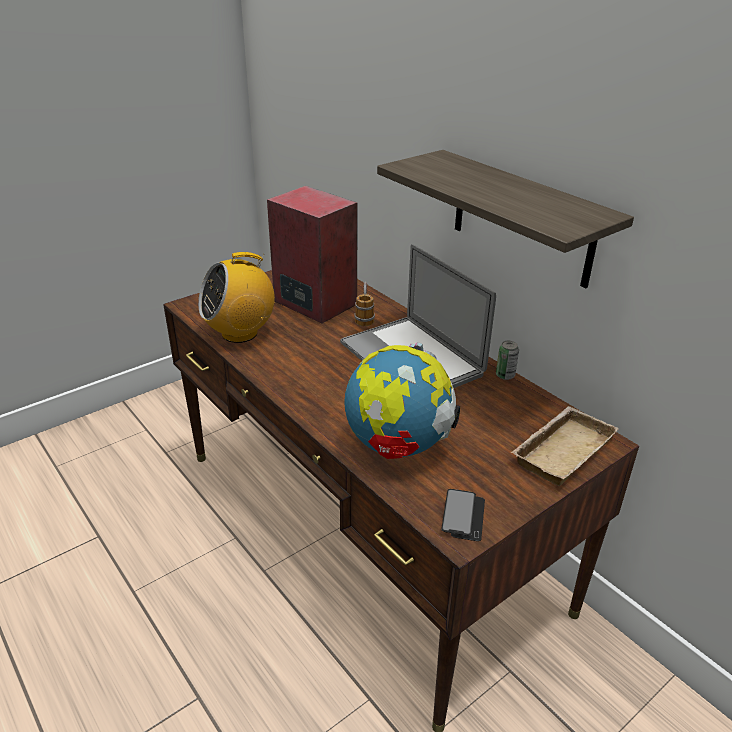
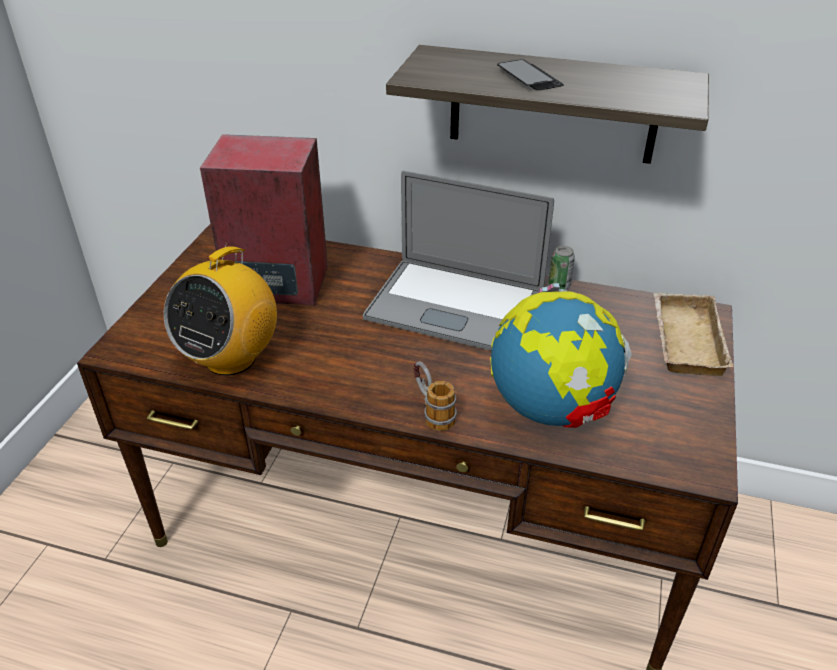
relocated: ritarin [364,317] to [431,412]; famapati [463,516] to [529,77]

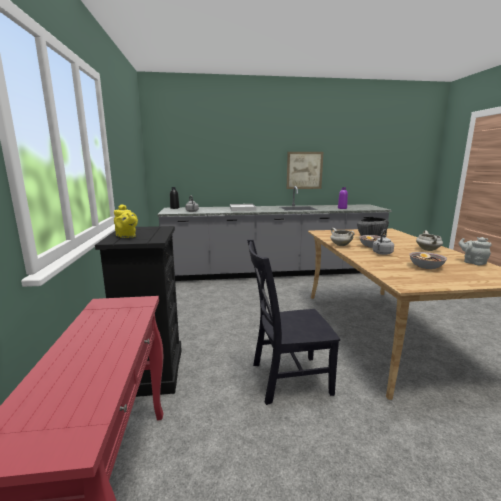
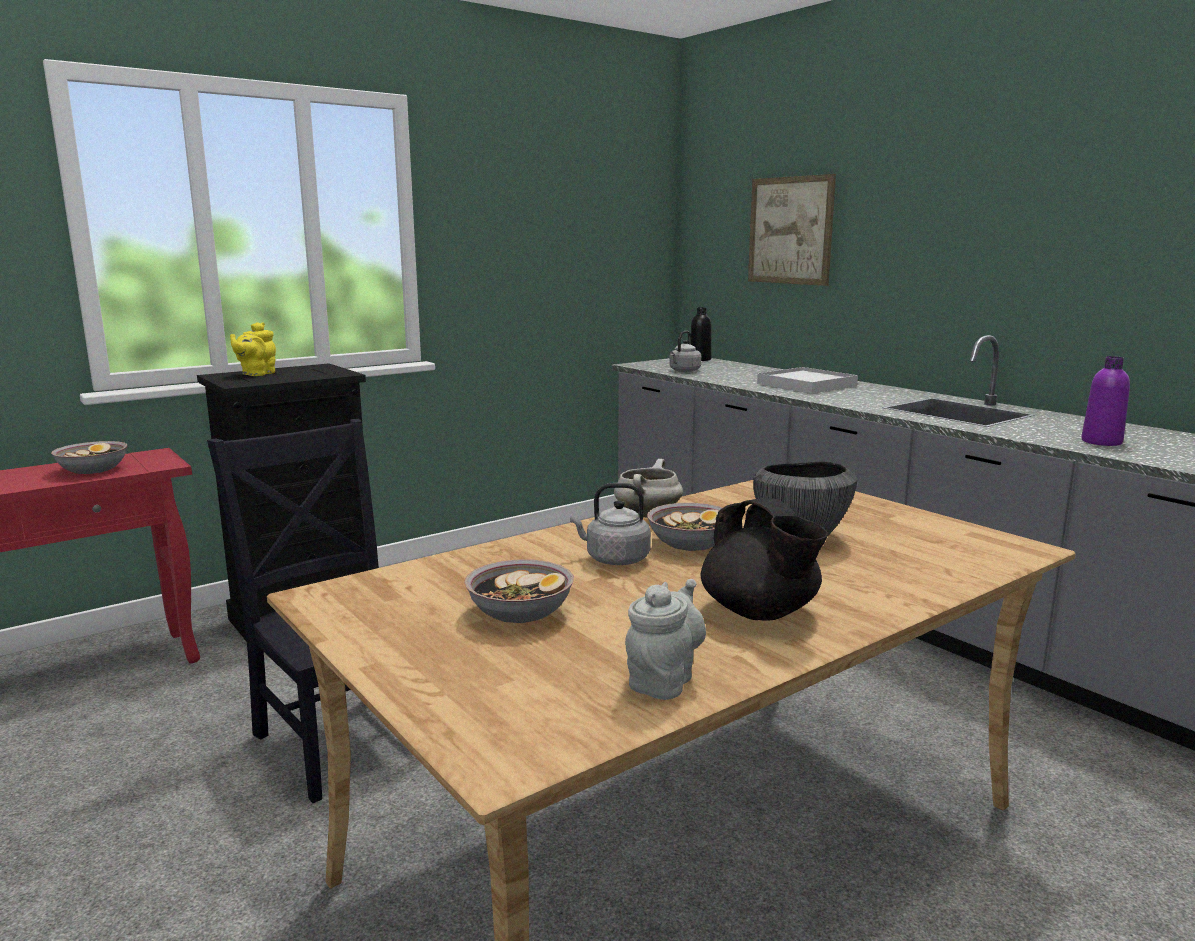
appeared: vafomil [93,470]
relocated: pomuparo [304,170] to [790,230]
exchanged: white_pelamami [428,250] to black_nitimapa [760,613]

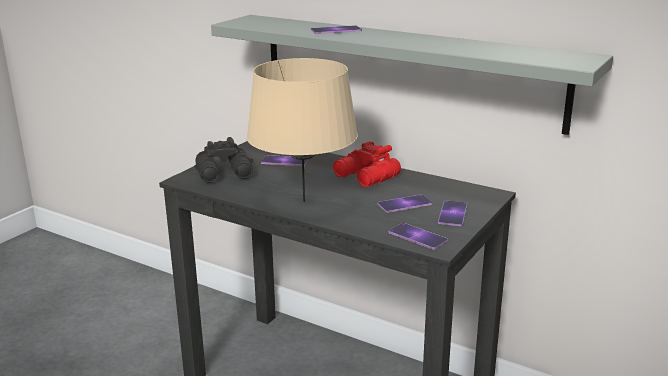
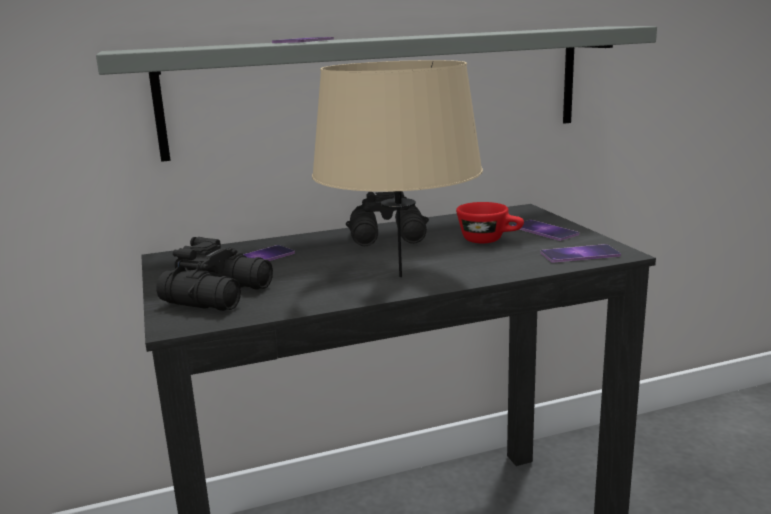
exchanged: famapati [405,204] to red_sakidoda [490,240]
colour: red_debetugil [366,177] to black_debetugil [389,237]

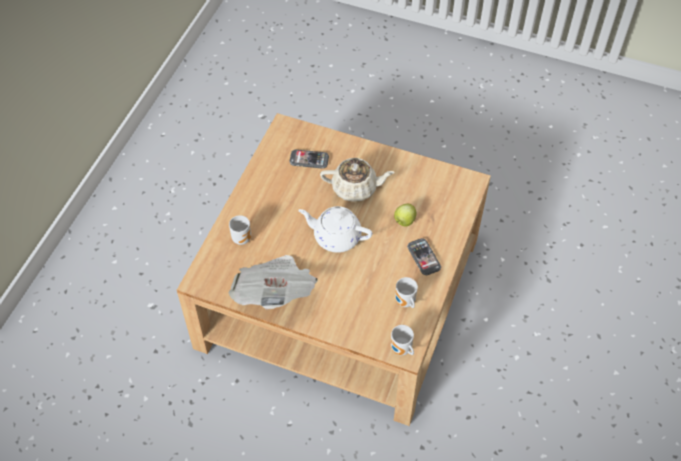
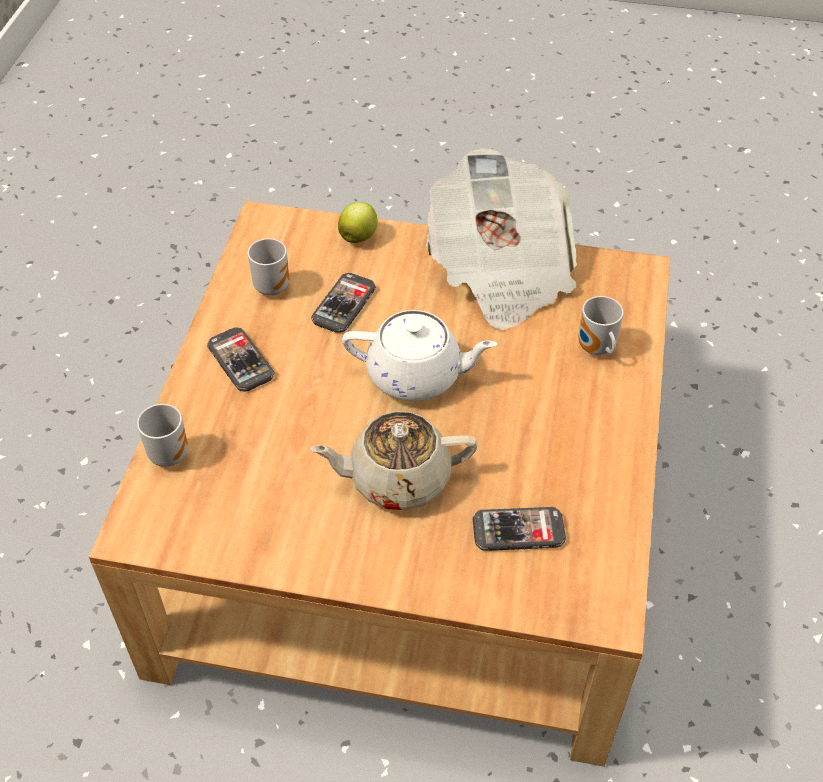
appeared: famapati [344,304]
relocated: ritarin [401,350] to [168,453]; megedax [404,221] to [358,236]

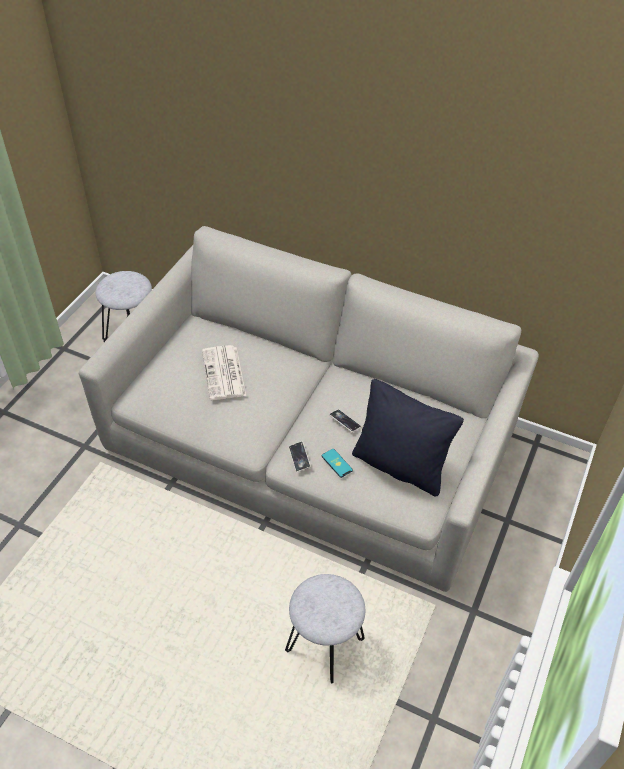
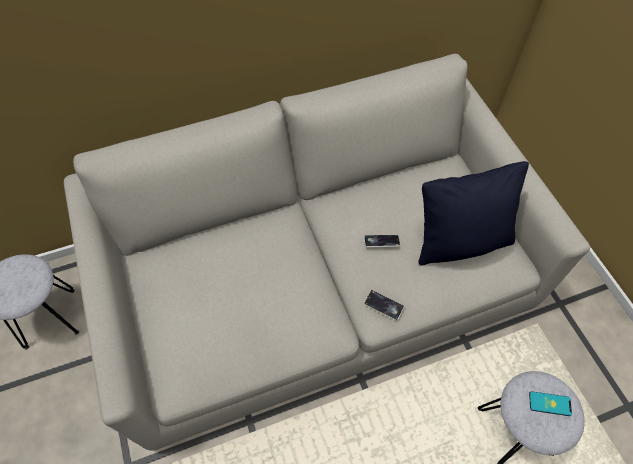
missing: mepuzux [224,374]
relocated: famapati [336,463] to [550,403]

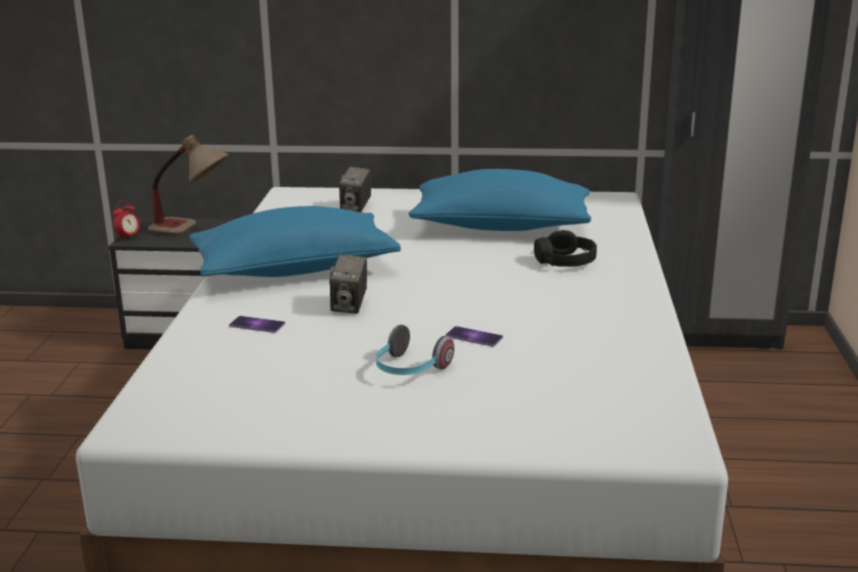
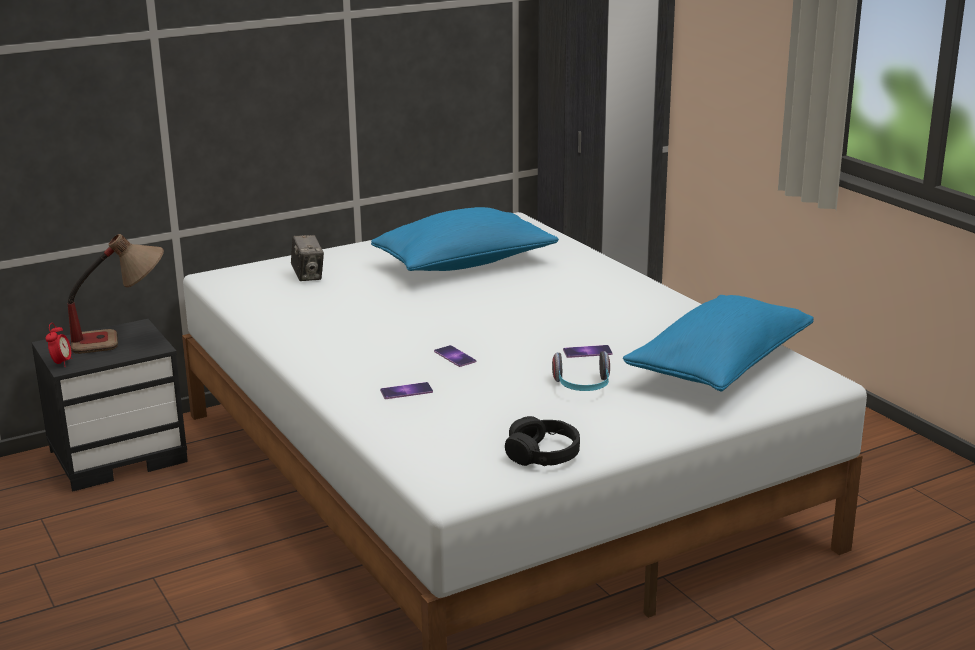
relocated: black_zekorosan [565,261] to [543,454]; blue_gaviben [295,269] to [719,367]
exchanged: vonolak [349,306] to famapati [455,356]

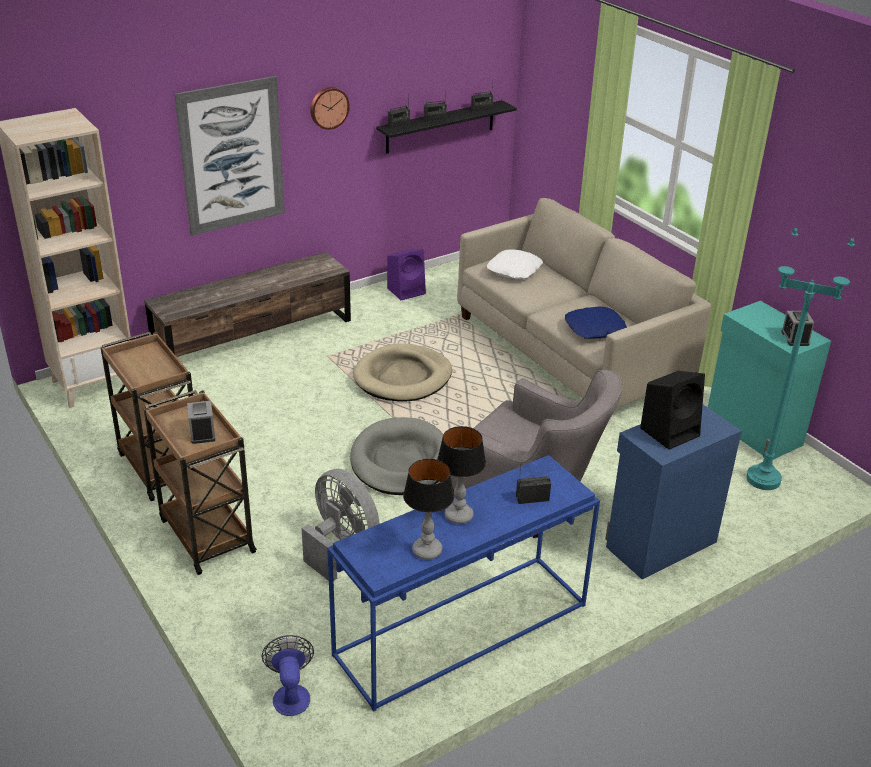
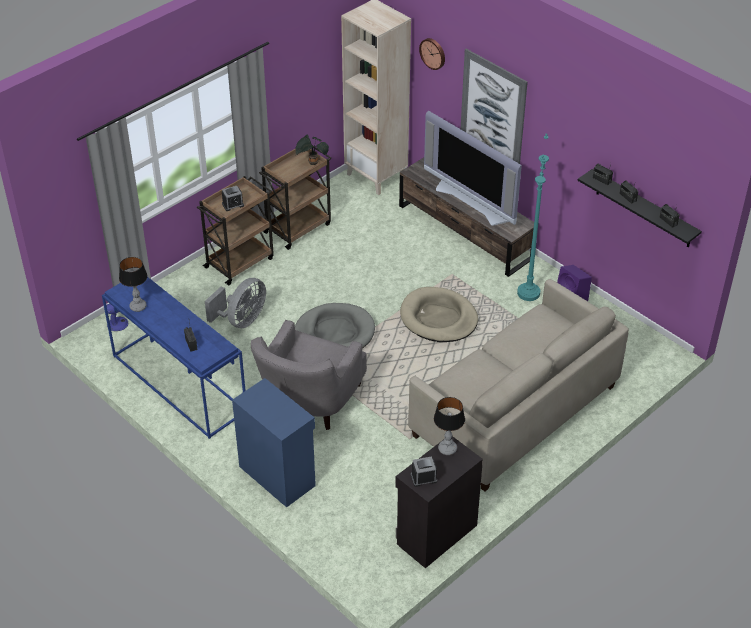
missing: white_gaviben [514,270]; blue_gaviben [595,329]; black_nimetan [670,431]
appeared: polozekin [312,163]; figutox [473,201]
relocated: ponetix [328,107] to [433,53]; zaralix [458,516] to [447,449]; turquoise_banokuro [763,479] to [528,293]
colour: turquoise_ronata [753,431] to black_ronata [435,534]

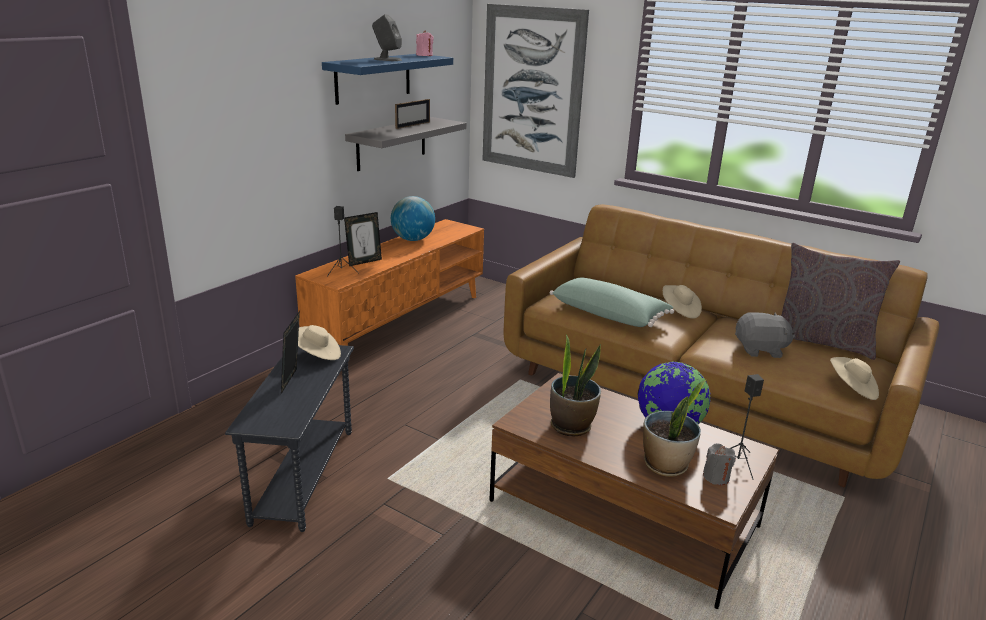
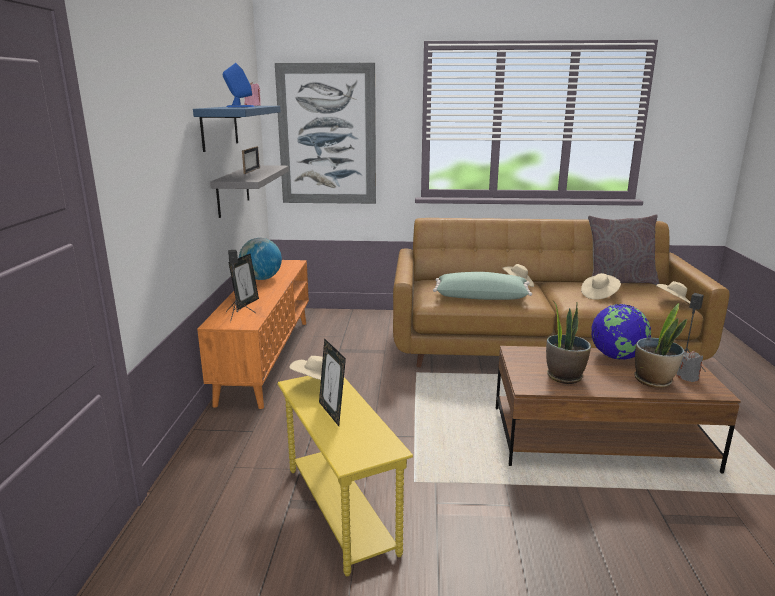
exchanged: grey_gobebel [760,350] to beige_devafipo [599,295]
colour: grey_nimetan [387,59] to blue_nimetan [239,106]; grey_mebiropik [305,475] to yellow_mebiropik [341,509]

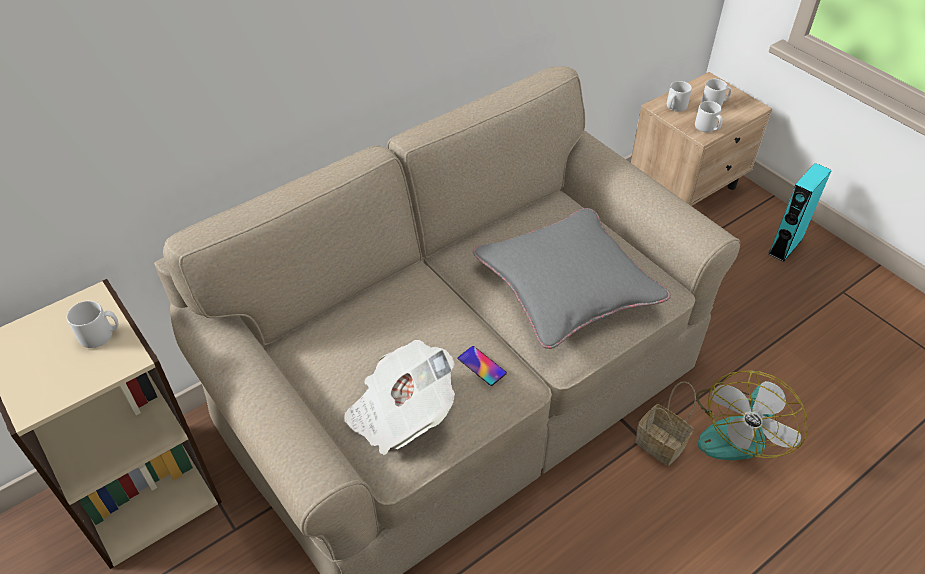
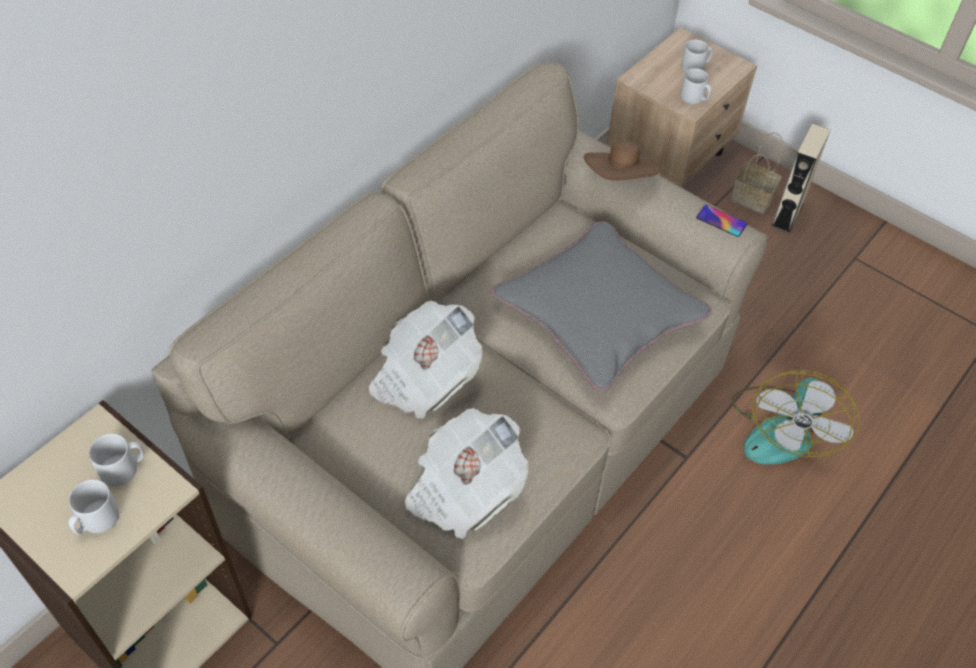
appeared: mepuzux [424,377]; brown_devafipo [620,180]
relocated: grey_ritarin [675,107] to [96,521]; famapati [481,366] to [721,221]; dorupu [661,444] to [753,198]
colour: turquoise_nimetan [785,246] to beige_nimetan [787,214]

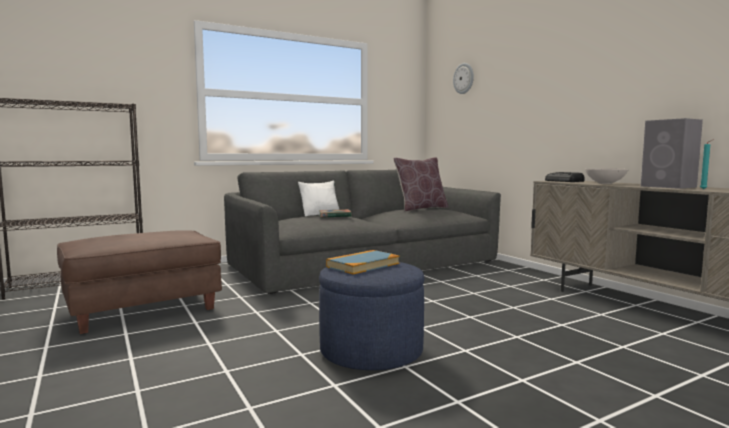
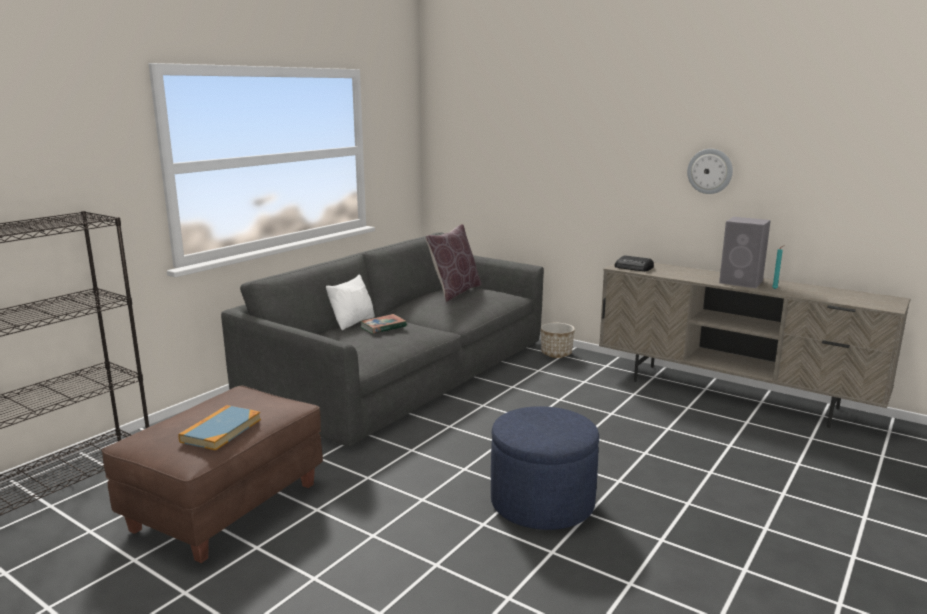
missing: white_vafomil [605,183]
appeared: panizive [556,354]
relocated: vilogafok [363,265] to [221,430]; ponetix [464,78] to [710,171]

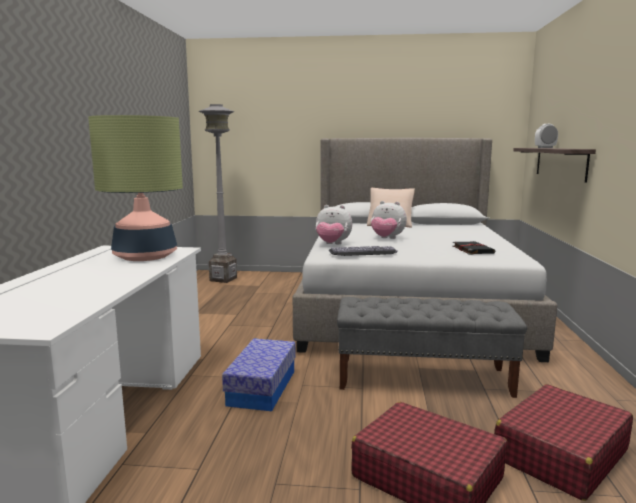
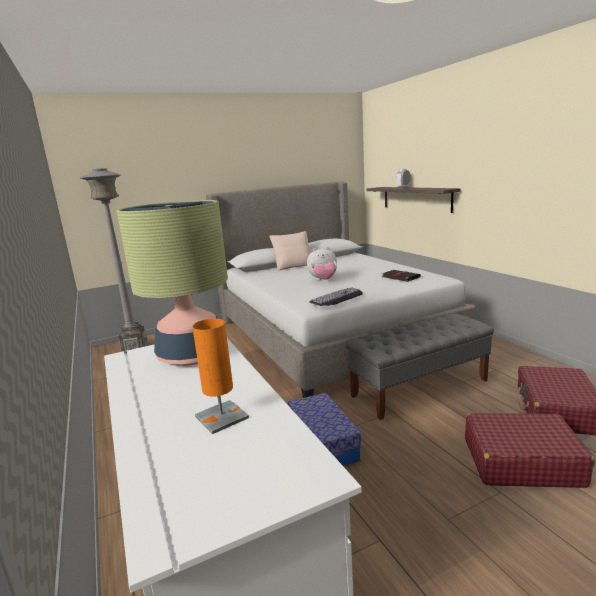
missing: gobebel [332,244]
appeared: orange_zaralix [221,417]

